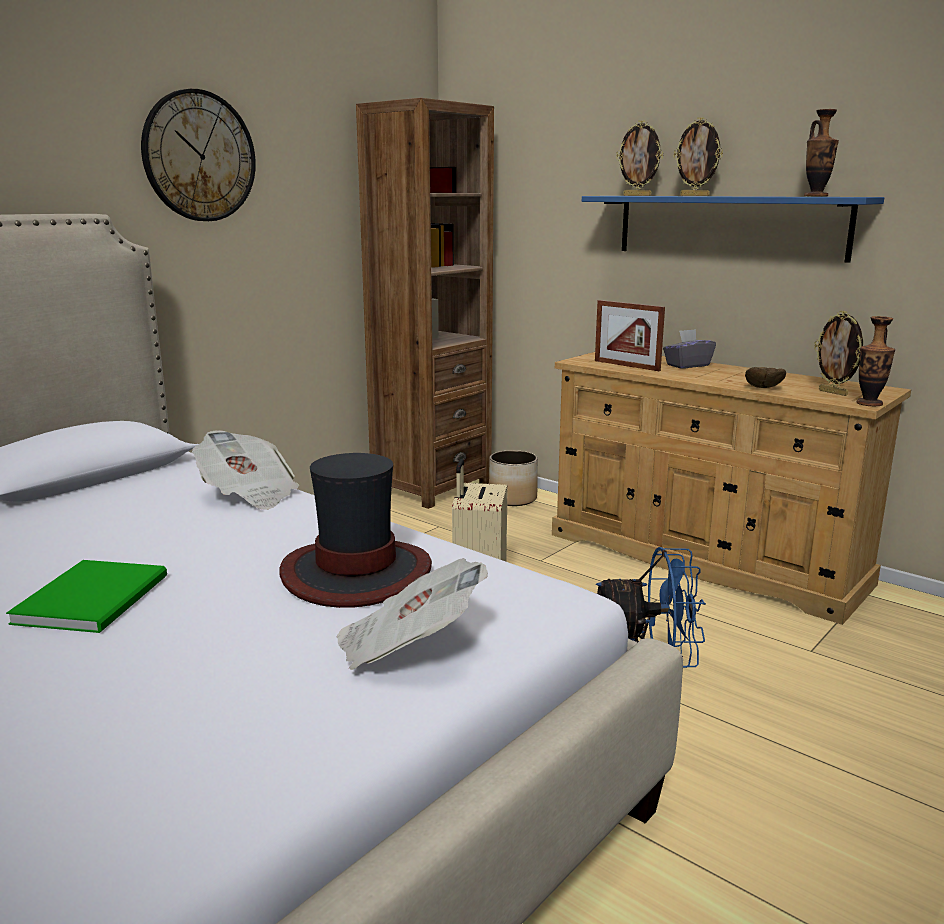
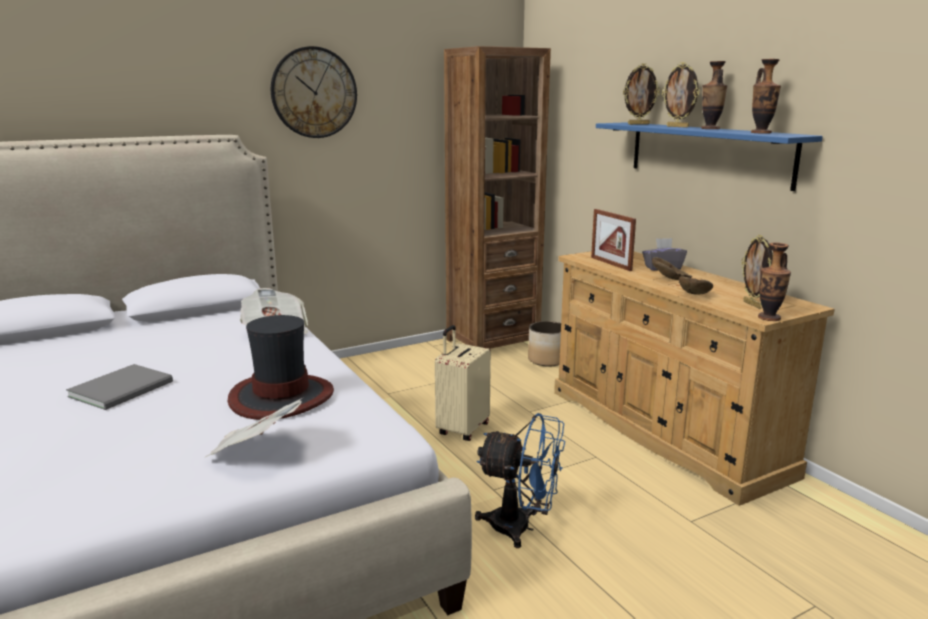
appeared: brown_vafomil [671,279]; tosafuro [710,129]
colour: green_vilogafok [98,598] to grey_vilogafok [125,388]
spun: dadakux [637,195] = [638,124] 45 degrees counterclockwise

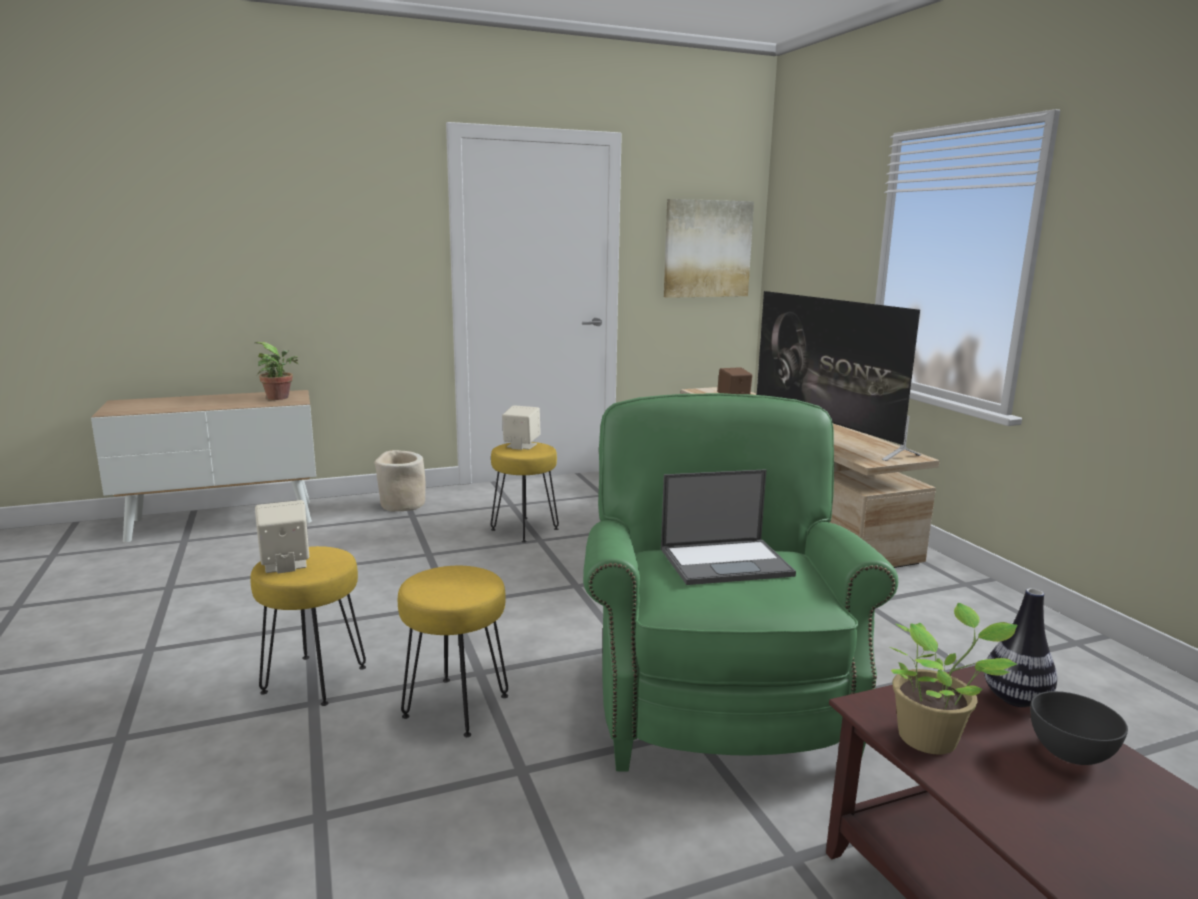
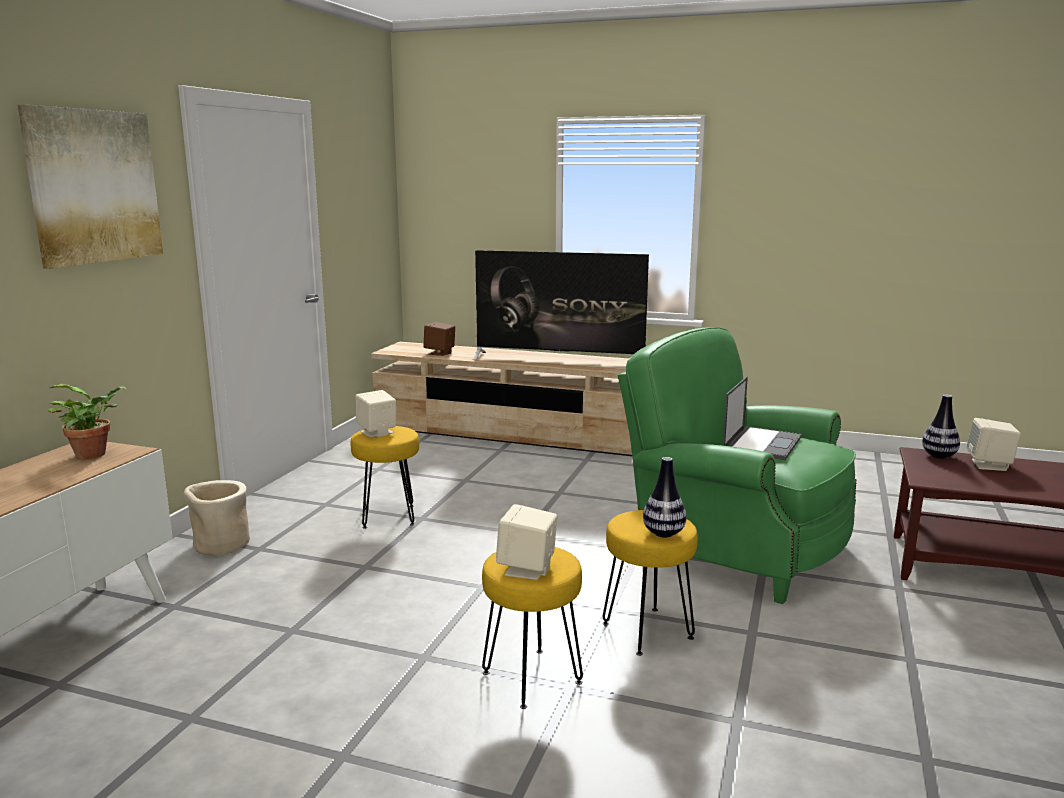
missing: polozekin [932,738]
appeared: tosafuro [663,533]
relocated: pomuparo [707,249] to [94,186]
exchanged: grey_vafomil [1070,754] to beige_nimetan [989,465]

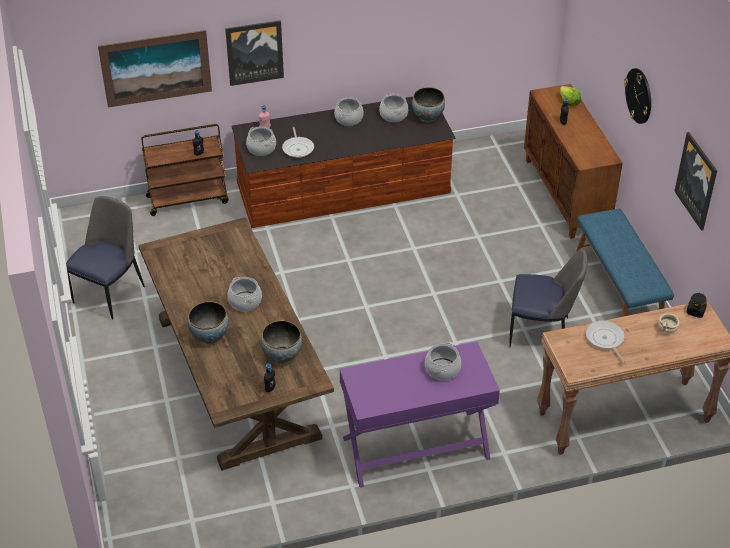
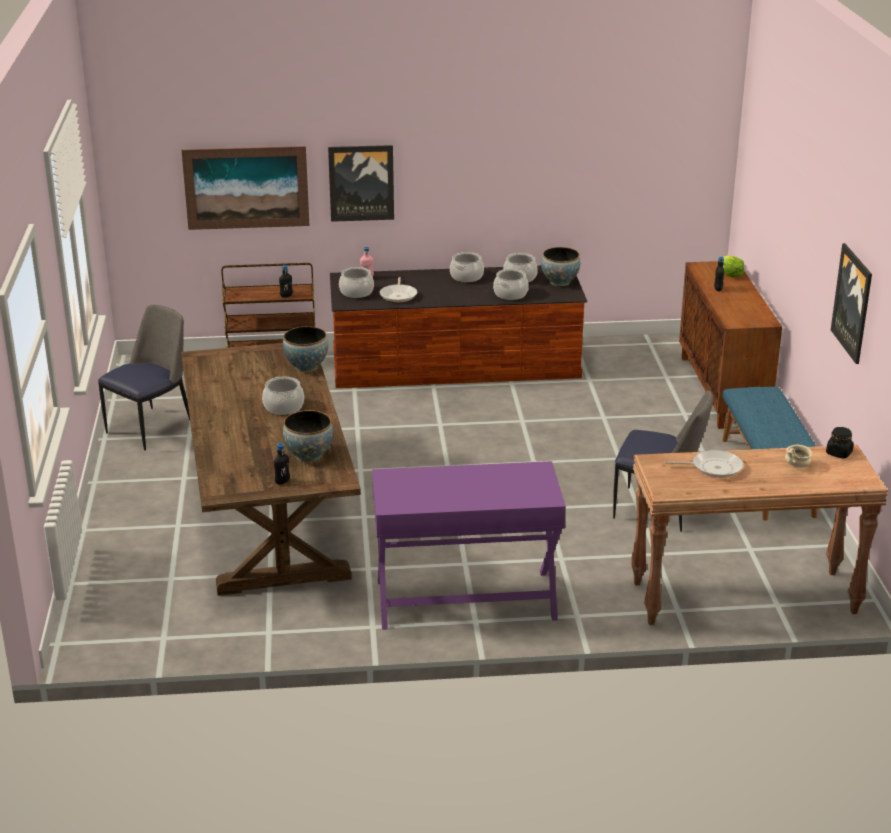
missing: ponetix [639,95]
relocated: vafomil [209,336] to [306,366]; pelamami [442,369] to [510,294]
spun: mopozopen [605,340] = [713,467] 105 degrees clockwise

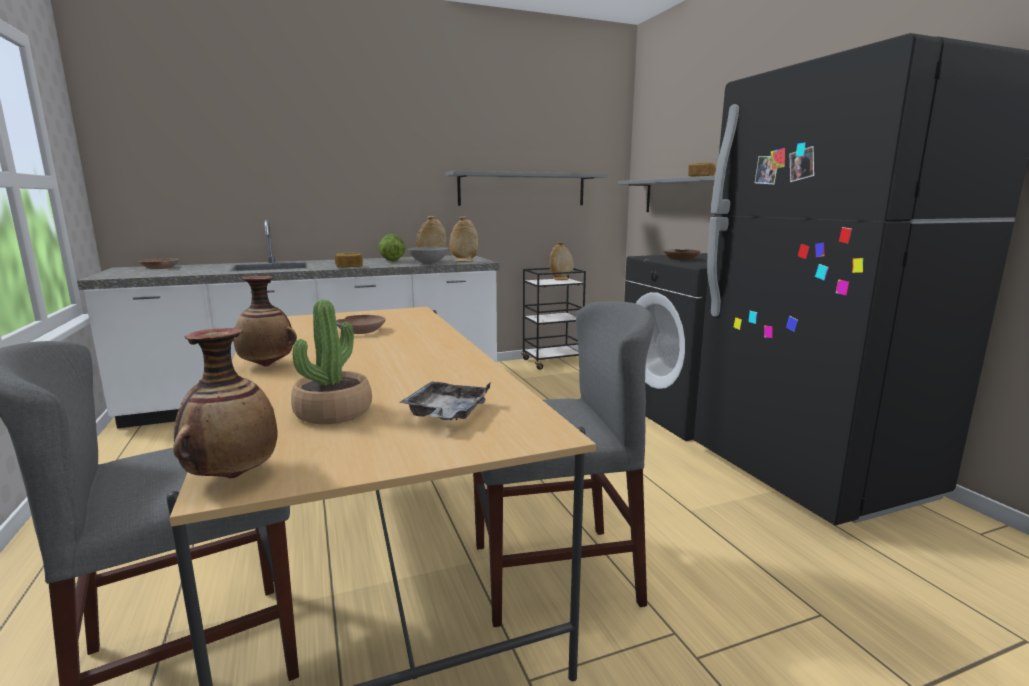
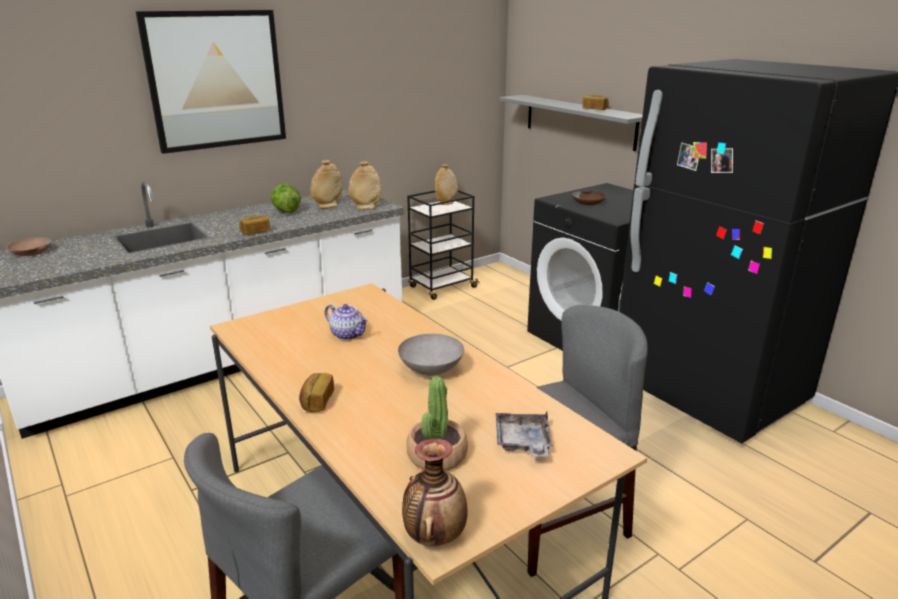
missing: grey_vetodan [522,189]
appeared: pomuparo [216,80]
relocated: grey_vafomil [428,263] to [430,370]
exchanged: tosafuro [267,365] to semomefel [316,401]; brown_vafomil [362,330] to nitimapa [348,334]

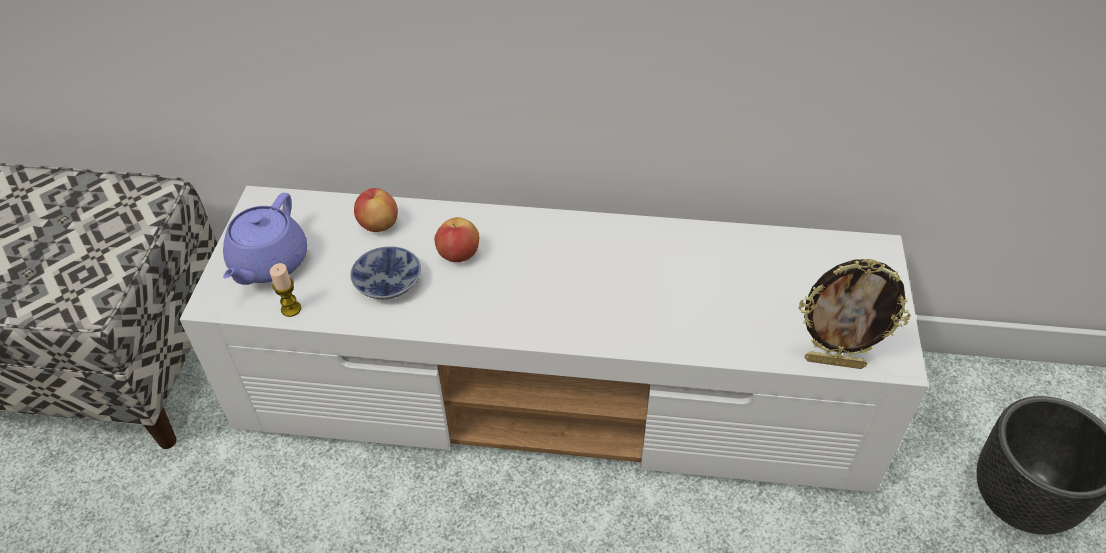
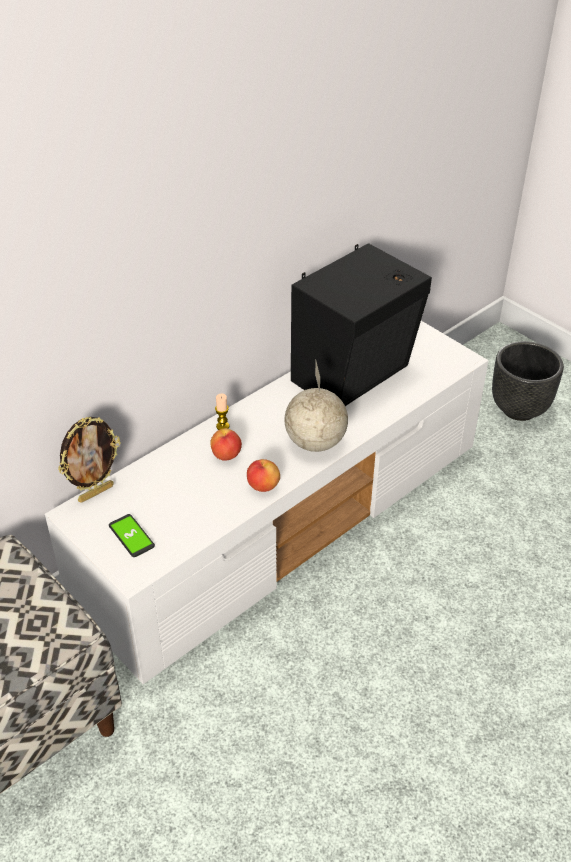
missing: vafomil [391,283]
appeared: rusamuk [316,442]; black_nimetan [355,375]
relocated: dadakux [834,361] to [95,493]; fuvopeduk [291,309] to [222,426]; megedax [378,224] to [263,486]
exchanged: purple_nitimapa [268,263] to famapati [131,536]

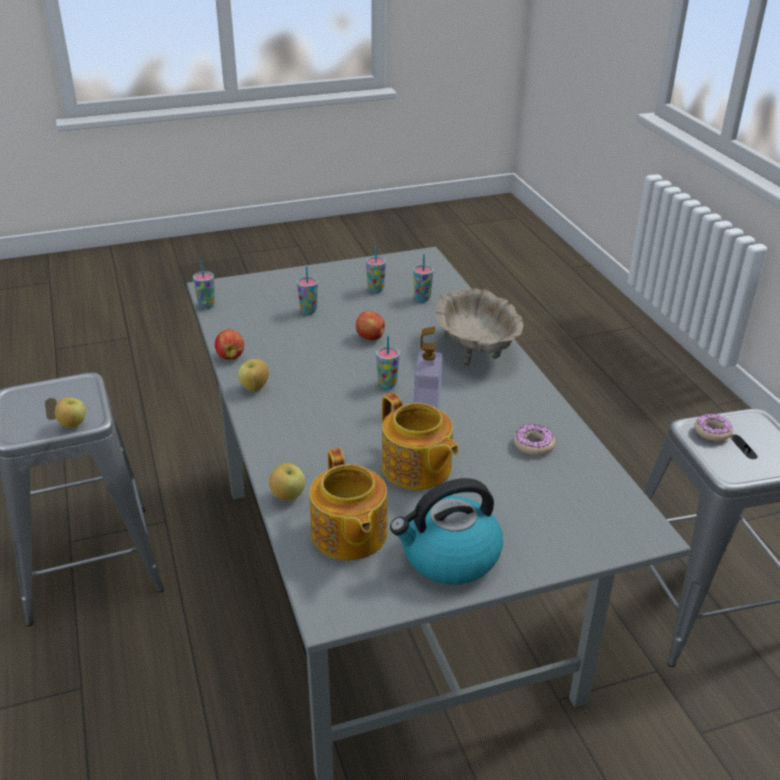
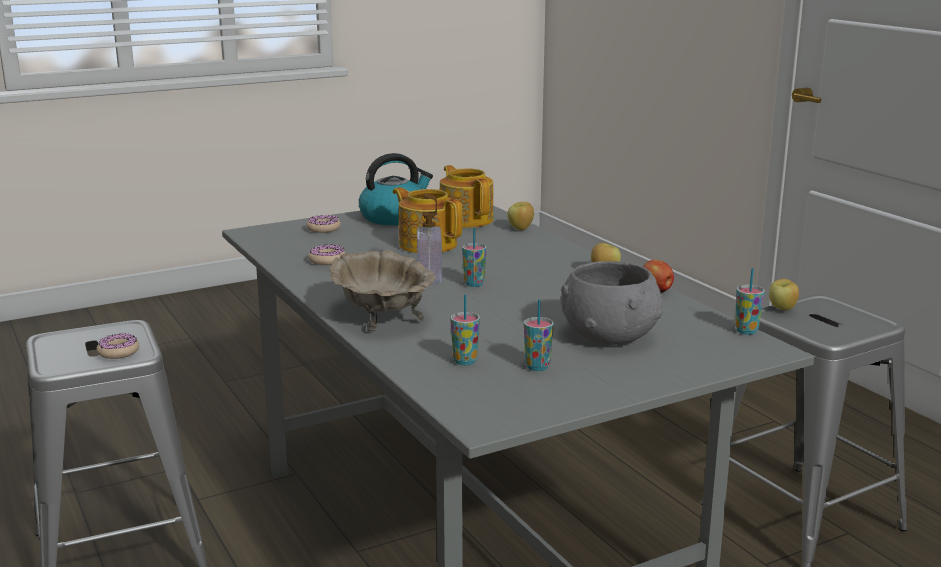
missing: megedax [371,337]
appeared: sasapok [323,229]
exchanged: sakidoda [308,311] to grey_vafomil [610,335]

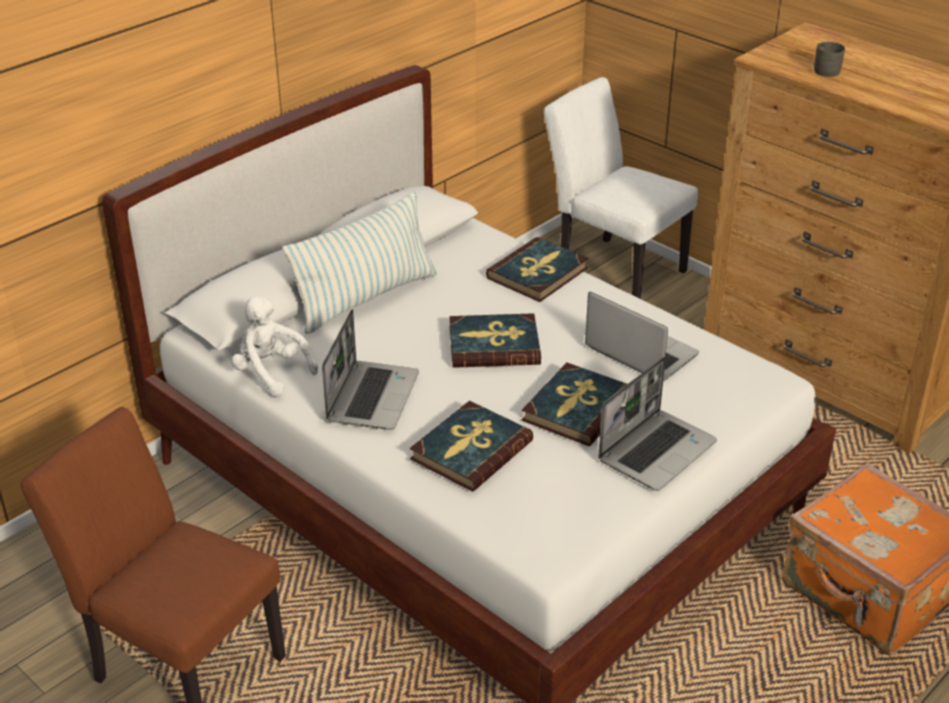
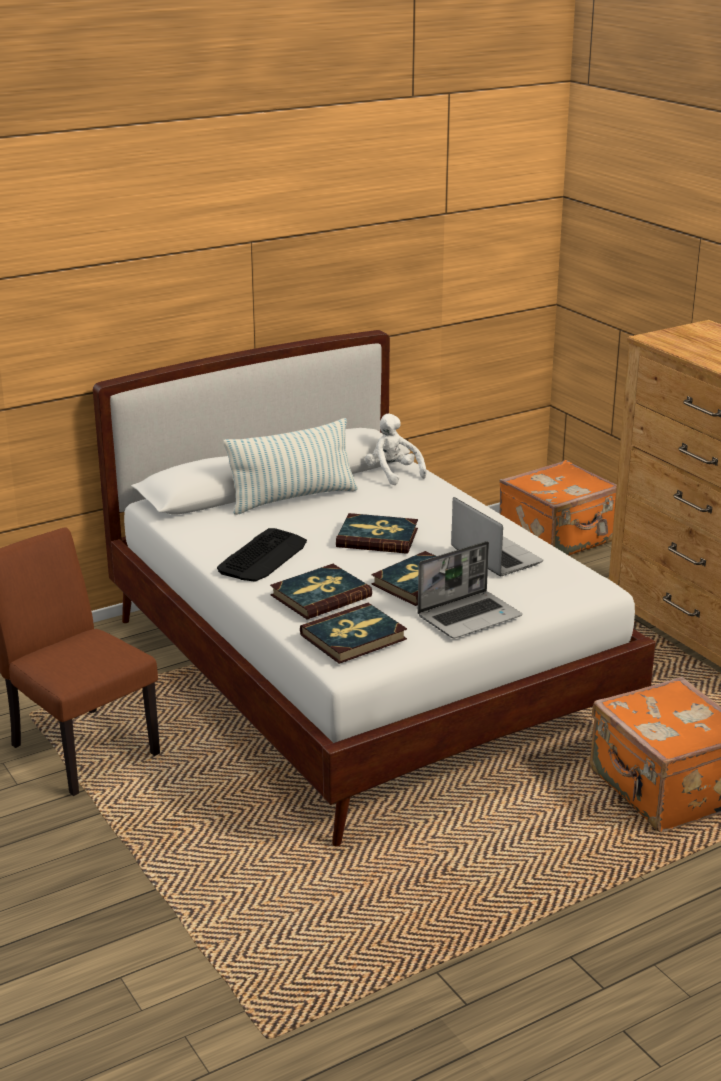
missing: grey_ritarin [825,69]
relocated: vilogafok [538,273] to [353,637]; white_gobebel [271,372] to [393,474]
exchanged: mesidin [372,396] to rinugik [263,556]; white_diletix [612,268] to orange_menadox [558,540]

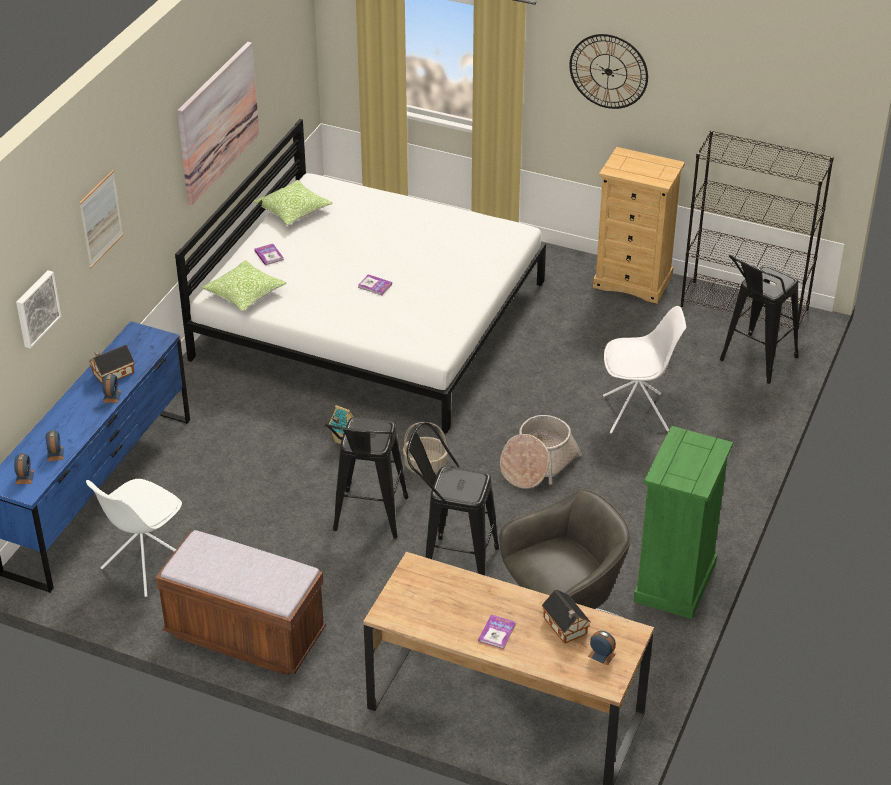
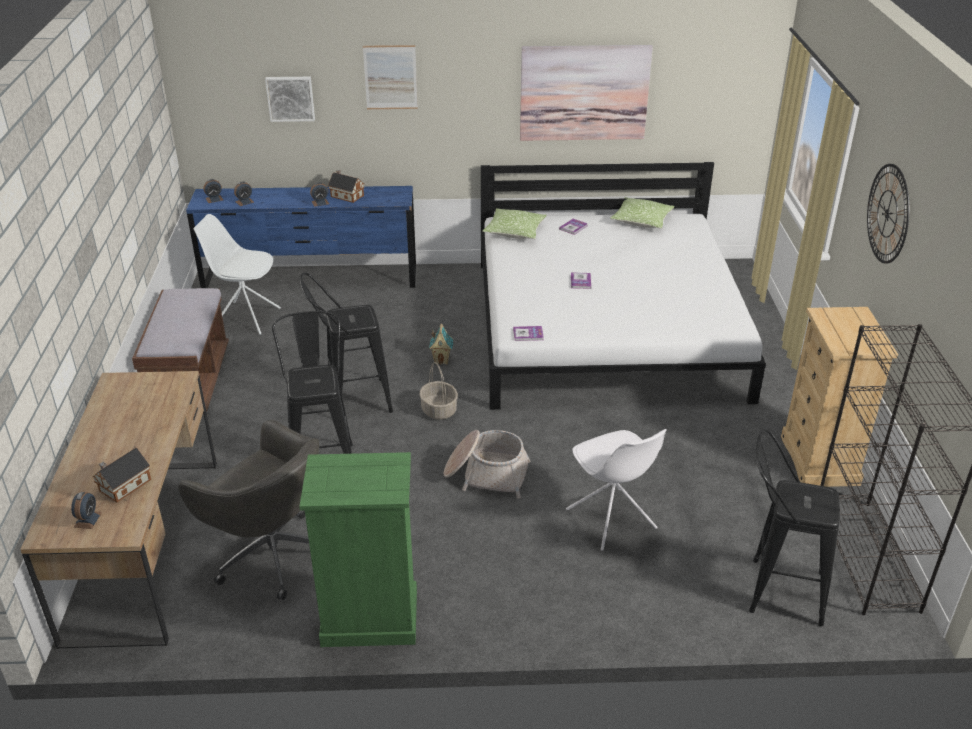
relocated: vilogafok [497,632] to [528,334]

